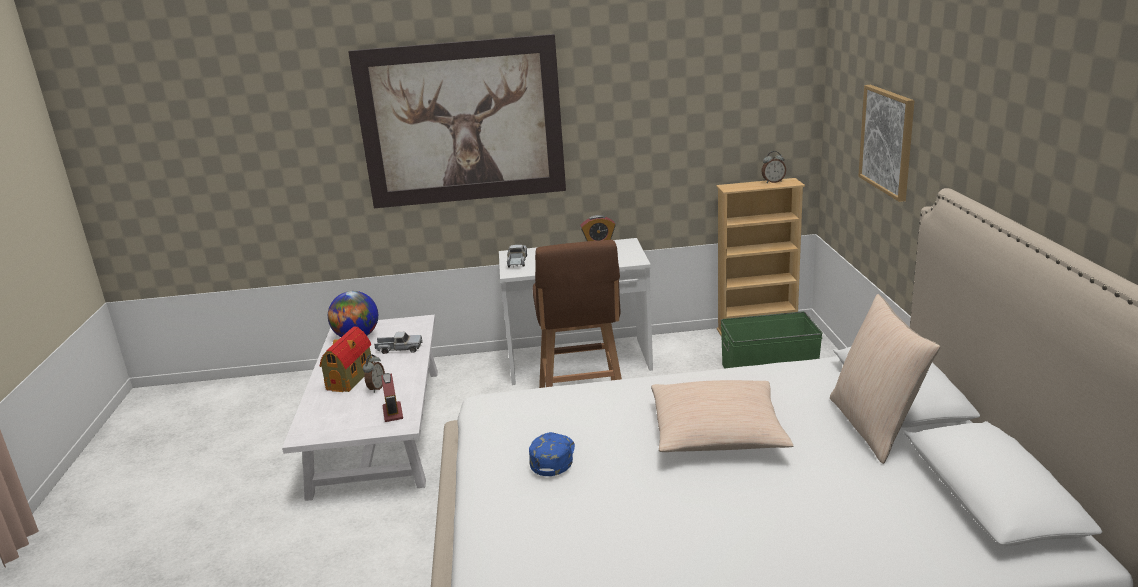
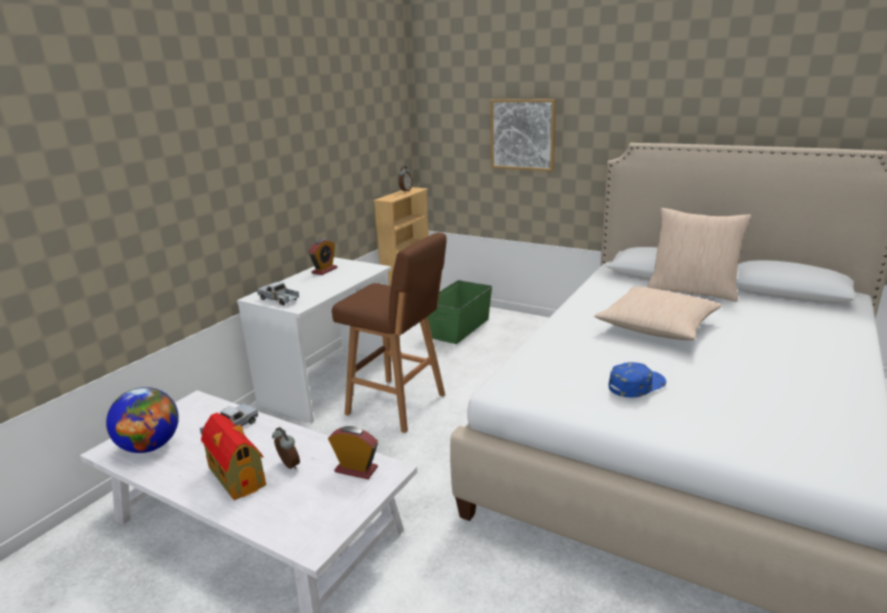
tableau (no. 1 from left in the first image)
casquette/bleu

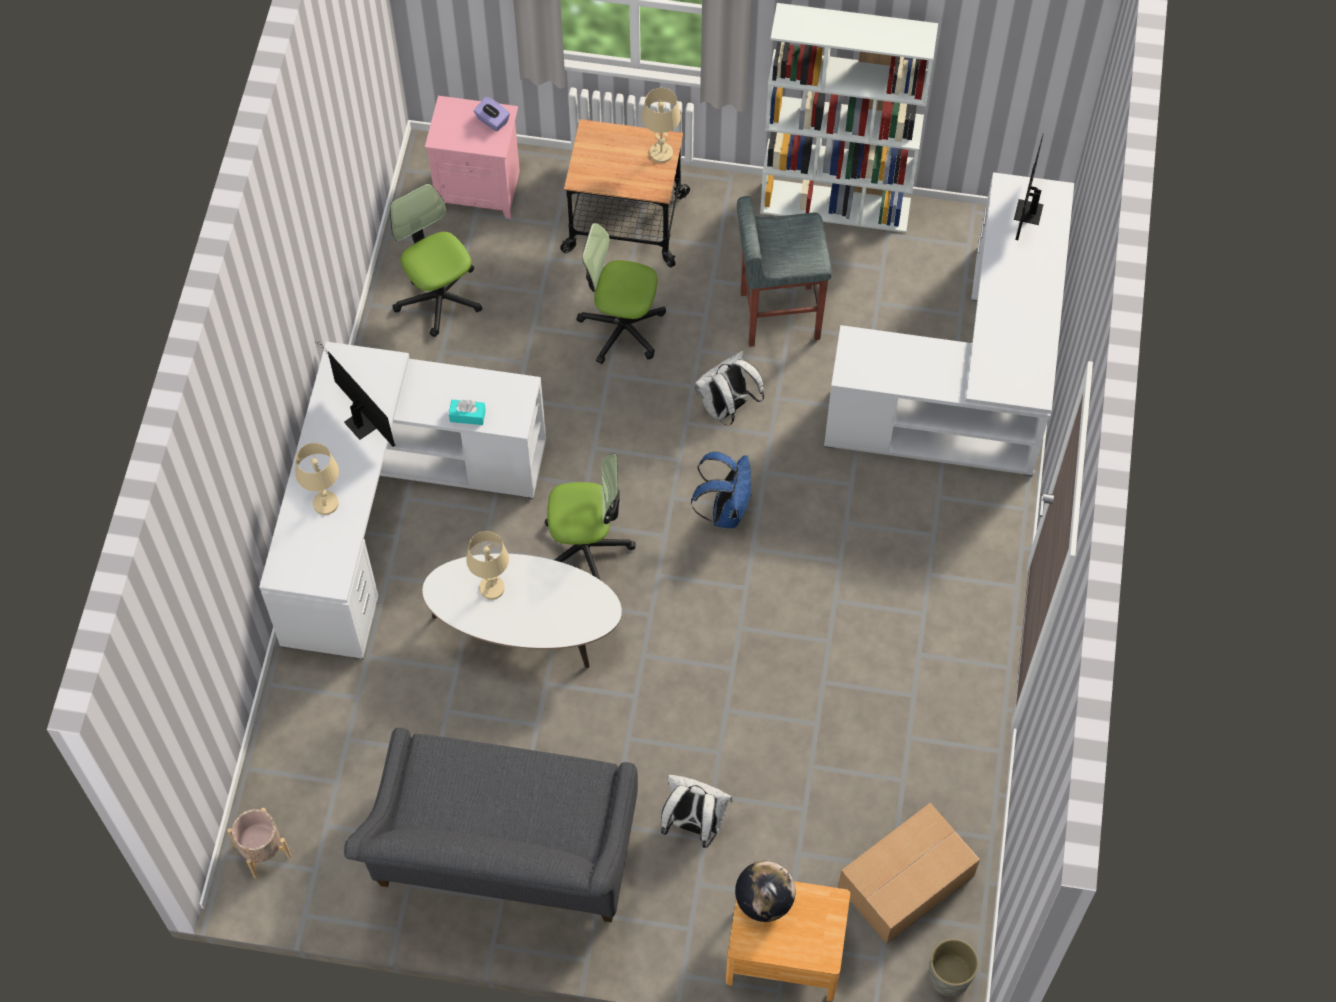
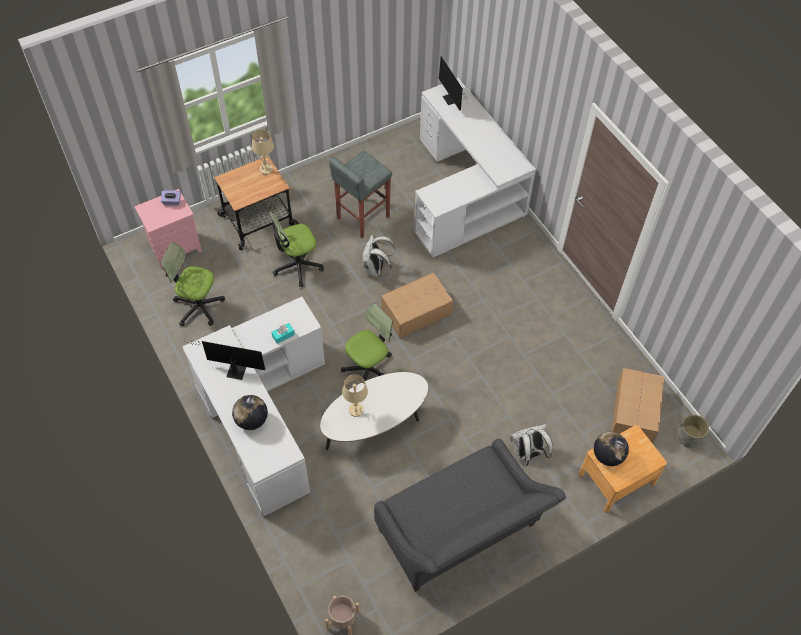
globe (no. 1 from left)
carton (no. 1 from left)
bibliothèque/blanc

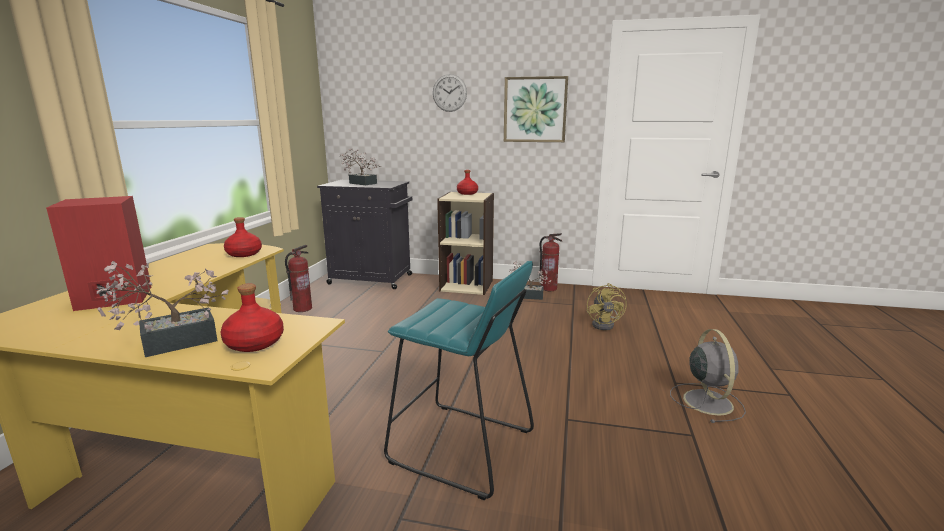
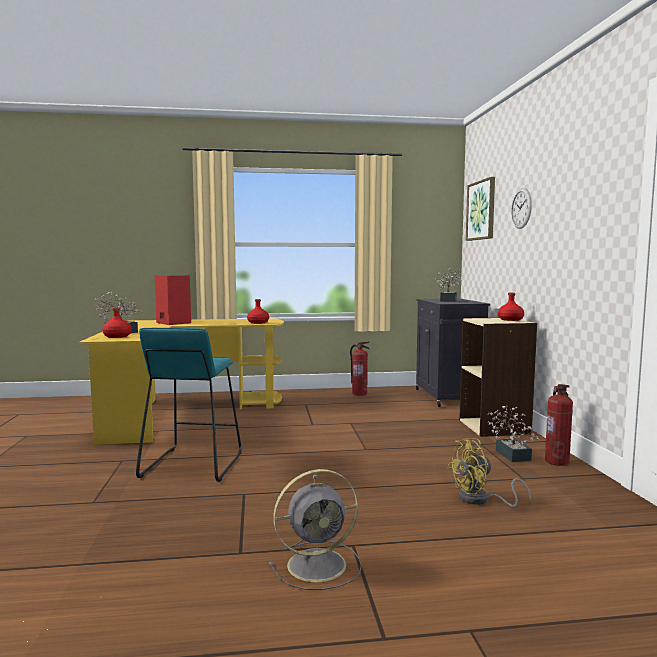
tableau

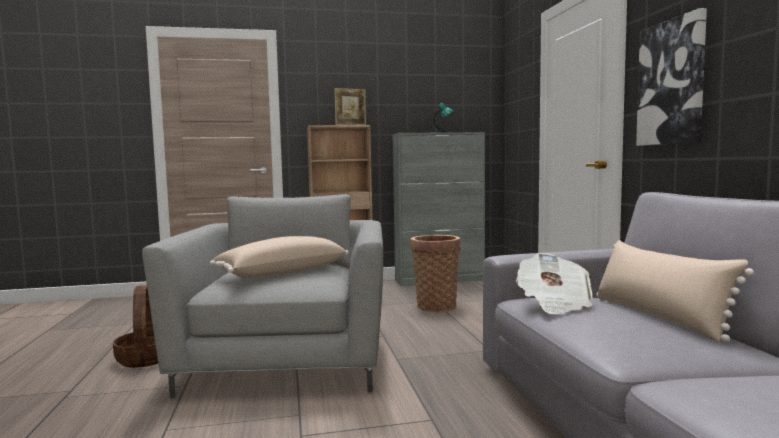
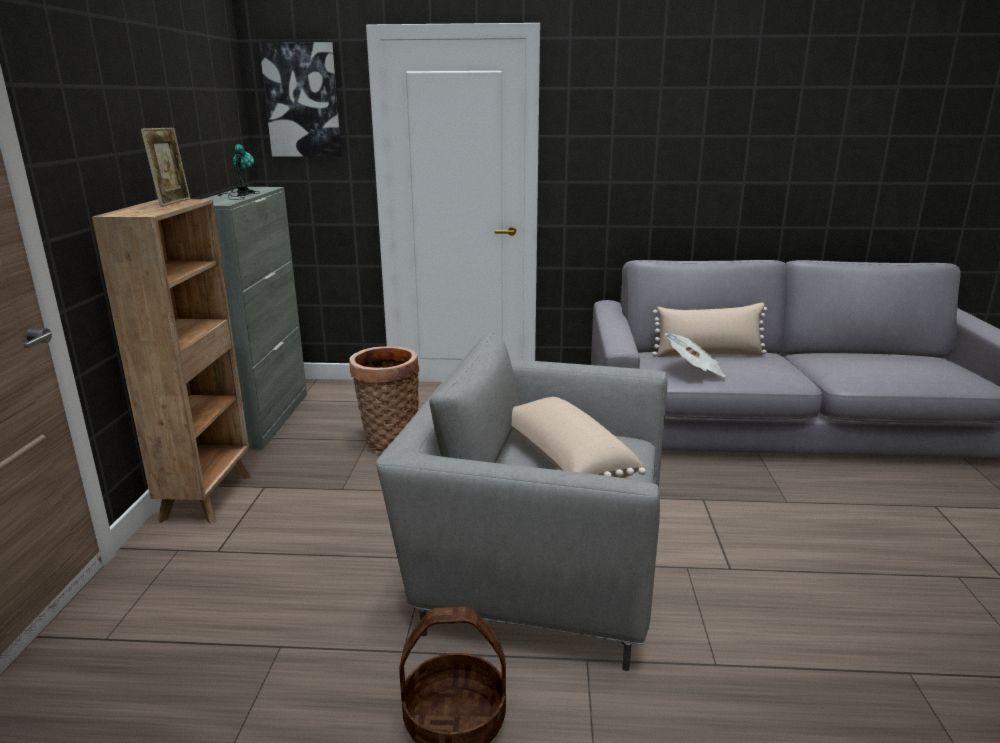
tableau

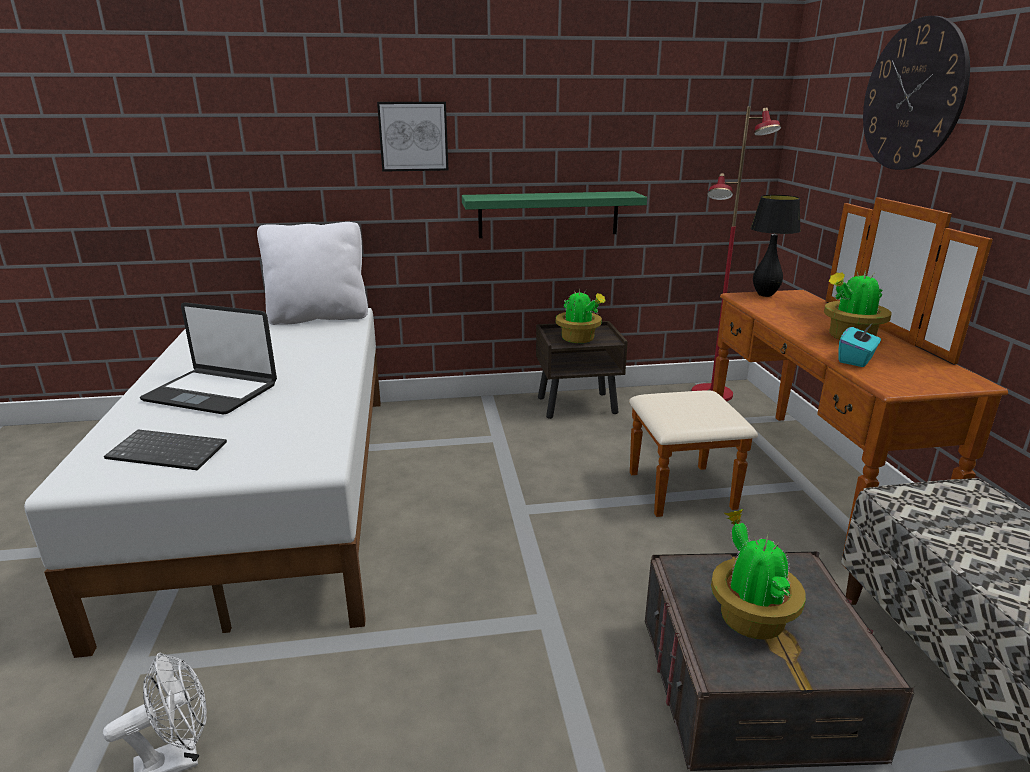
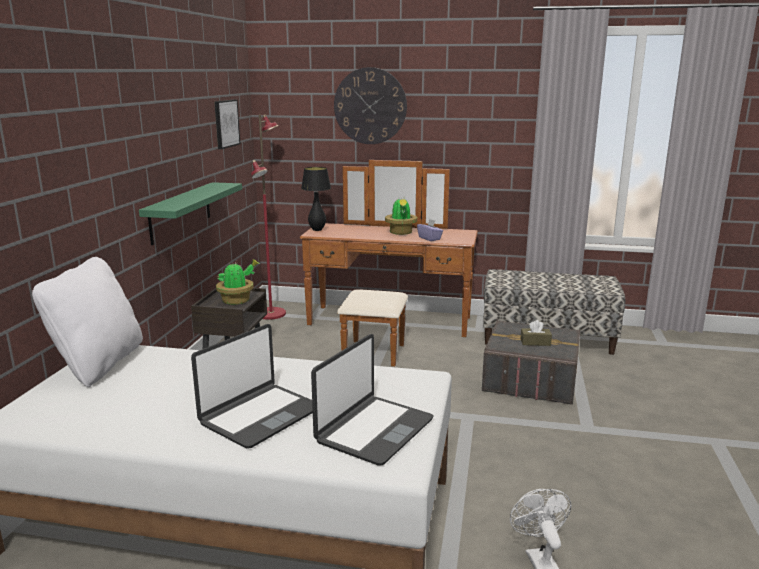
ordinateur portable (no. 2 from left)
tableau
boîte à mouchoirs/marron
boîte à mouchoirs/violet

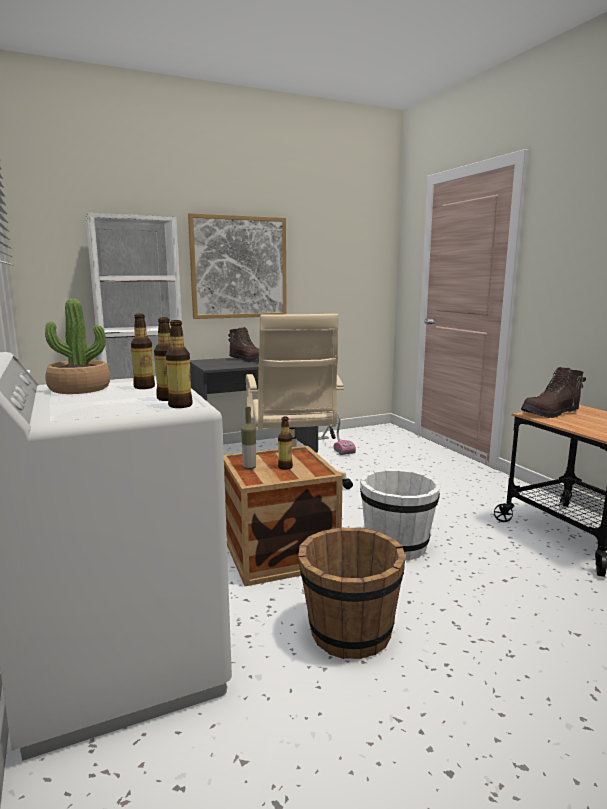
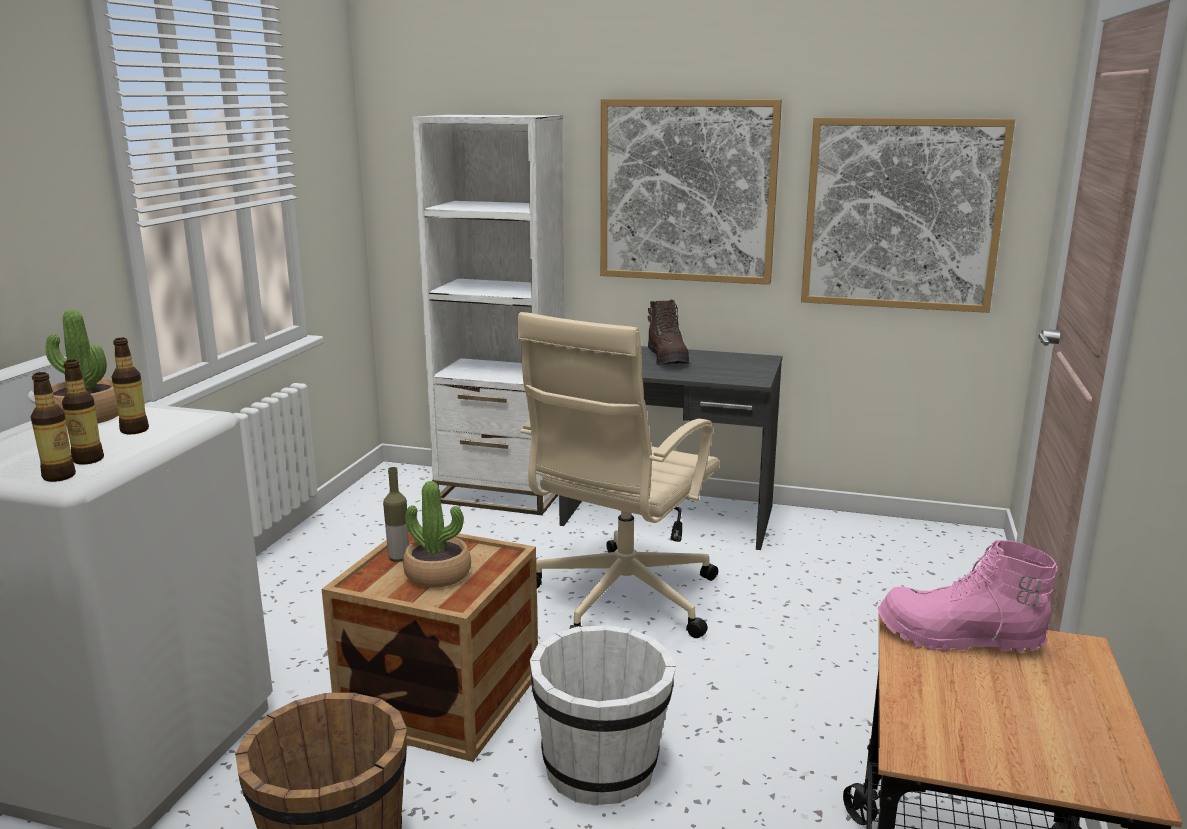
plante en pot (no. 2 from left)
aspirateur
botte/rose
tableau (no. 2 from left)

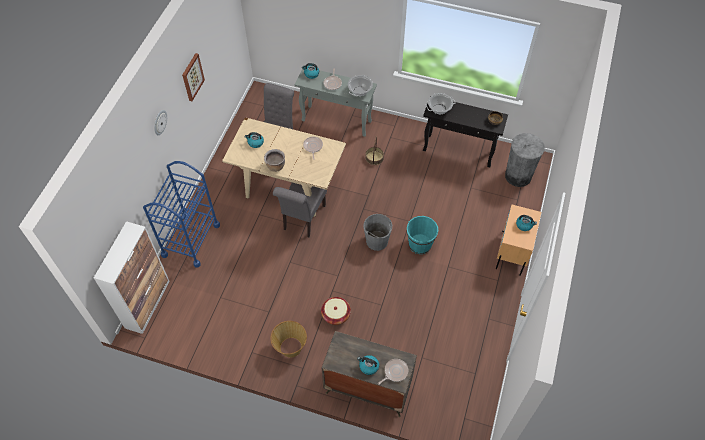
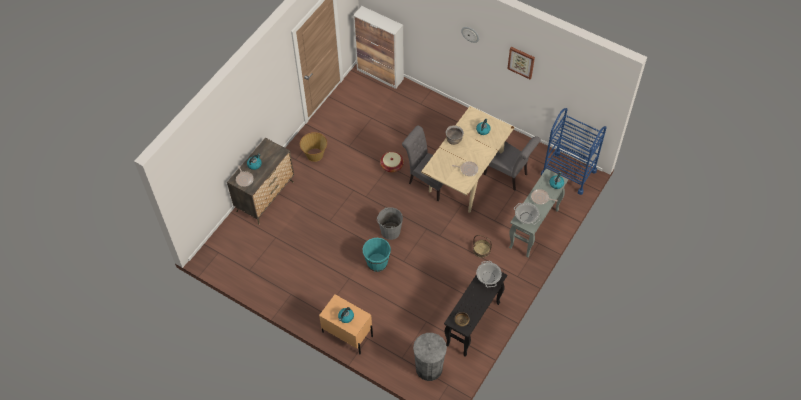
chariot/bleu
panier (no. 2 from left)

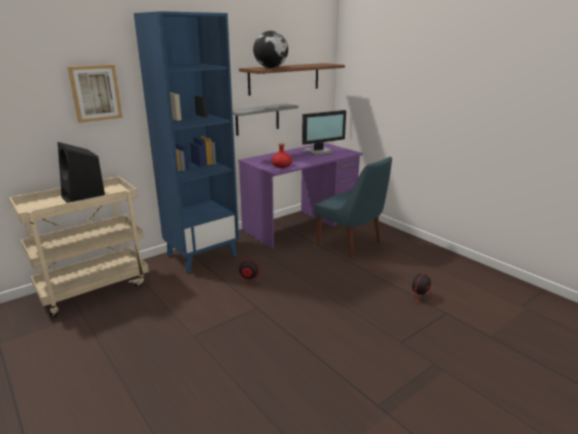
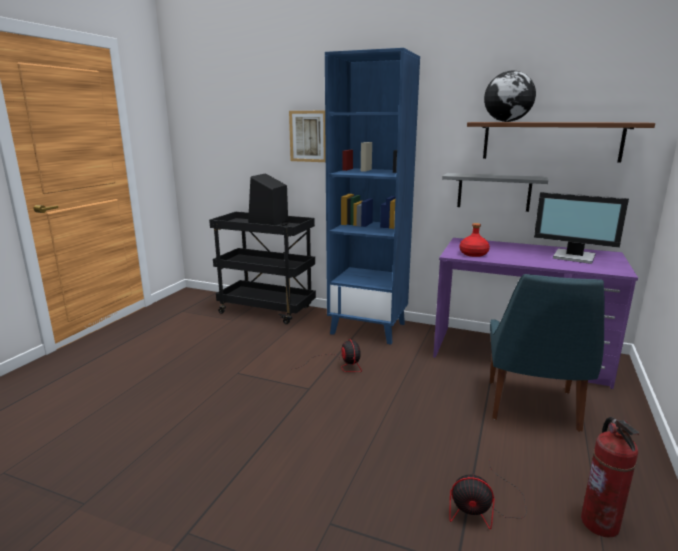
chariot/noir
extincteur

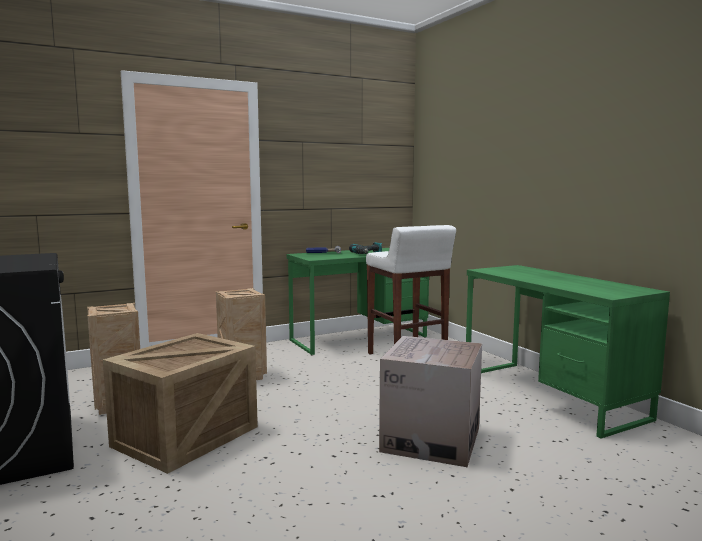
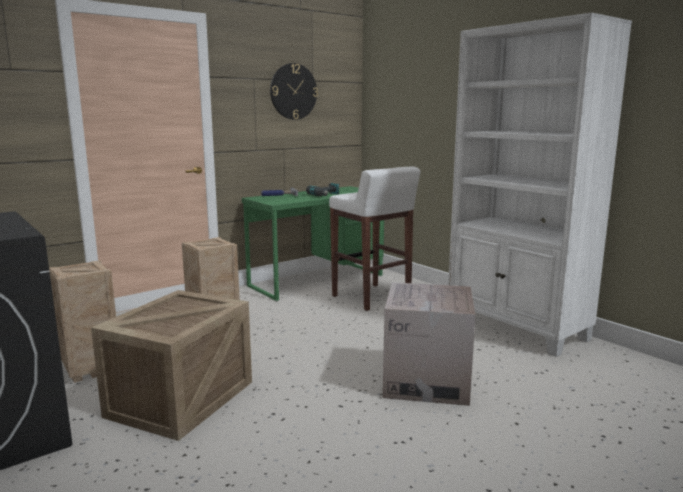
bibliothèque/blanc
horloge murale

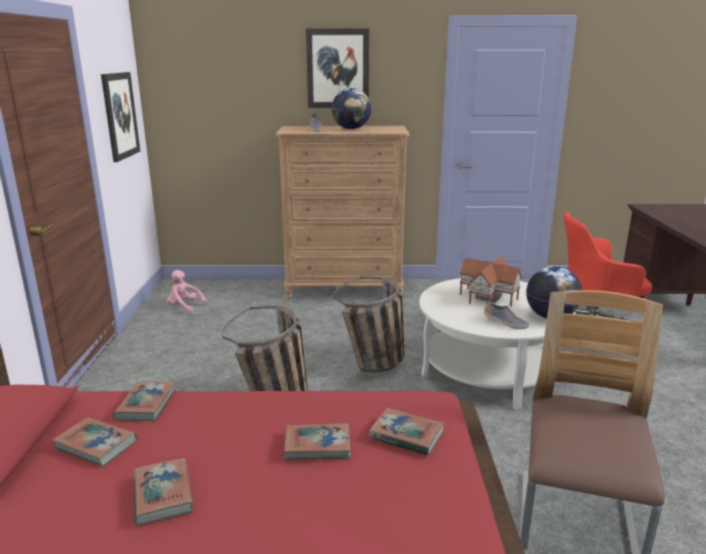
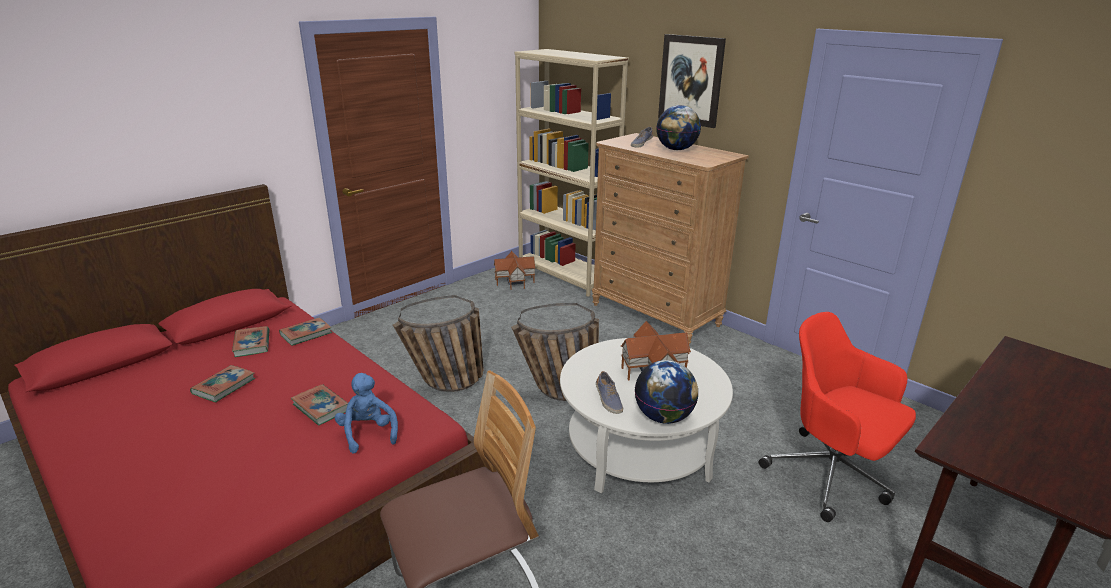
tableau (no. 1 from left in the first image)
maison miniature (no. 1 from left)
peluche/bleu
bibliothèque/beige

